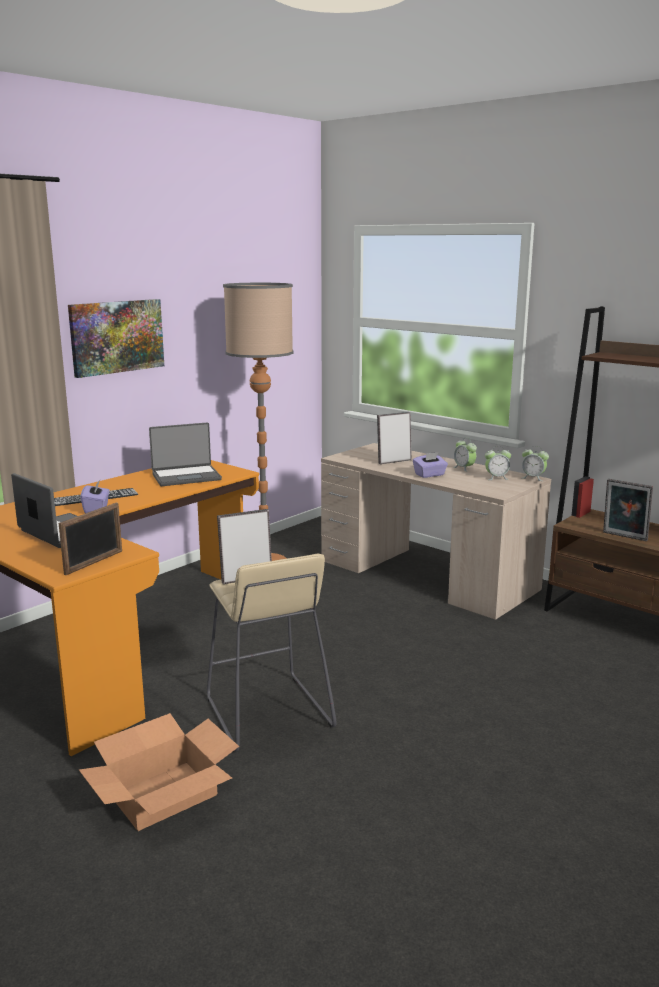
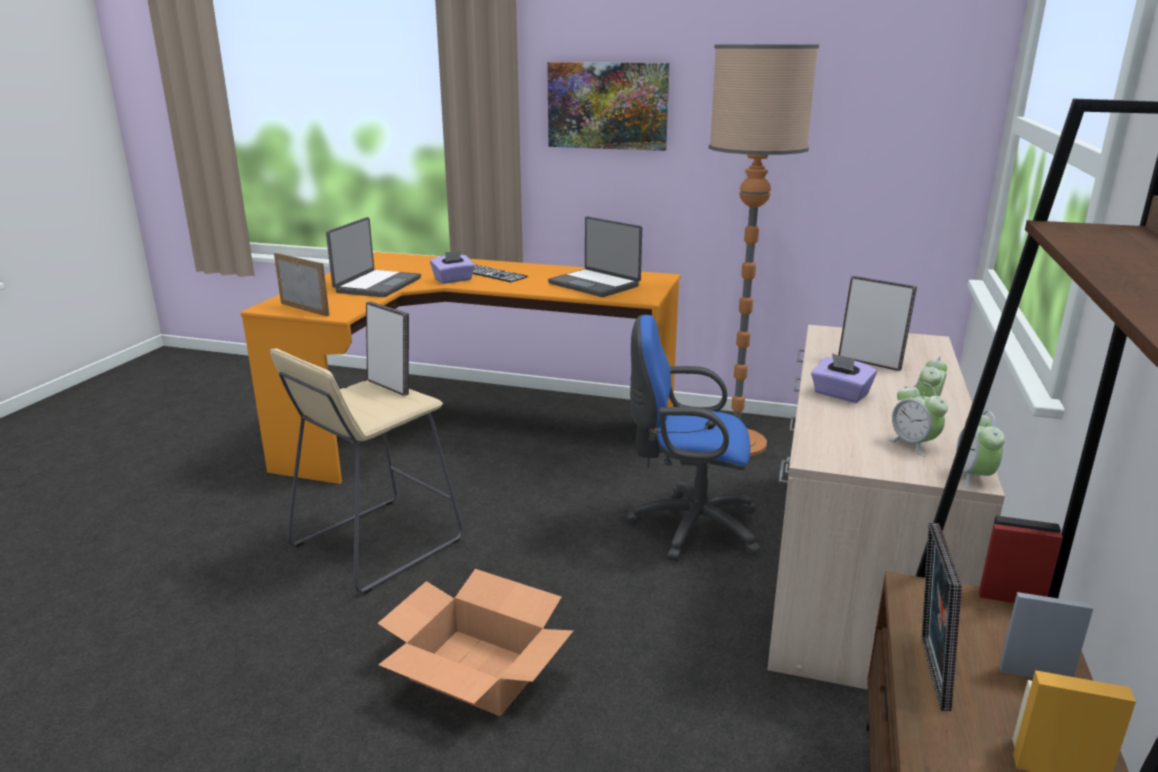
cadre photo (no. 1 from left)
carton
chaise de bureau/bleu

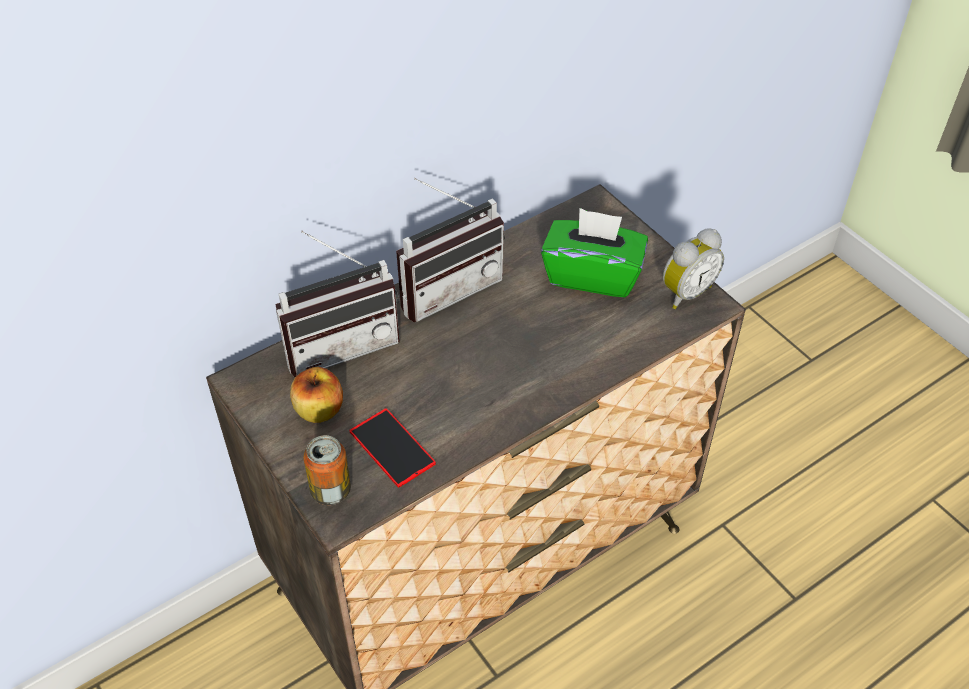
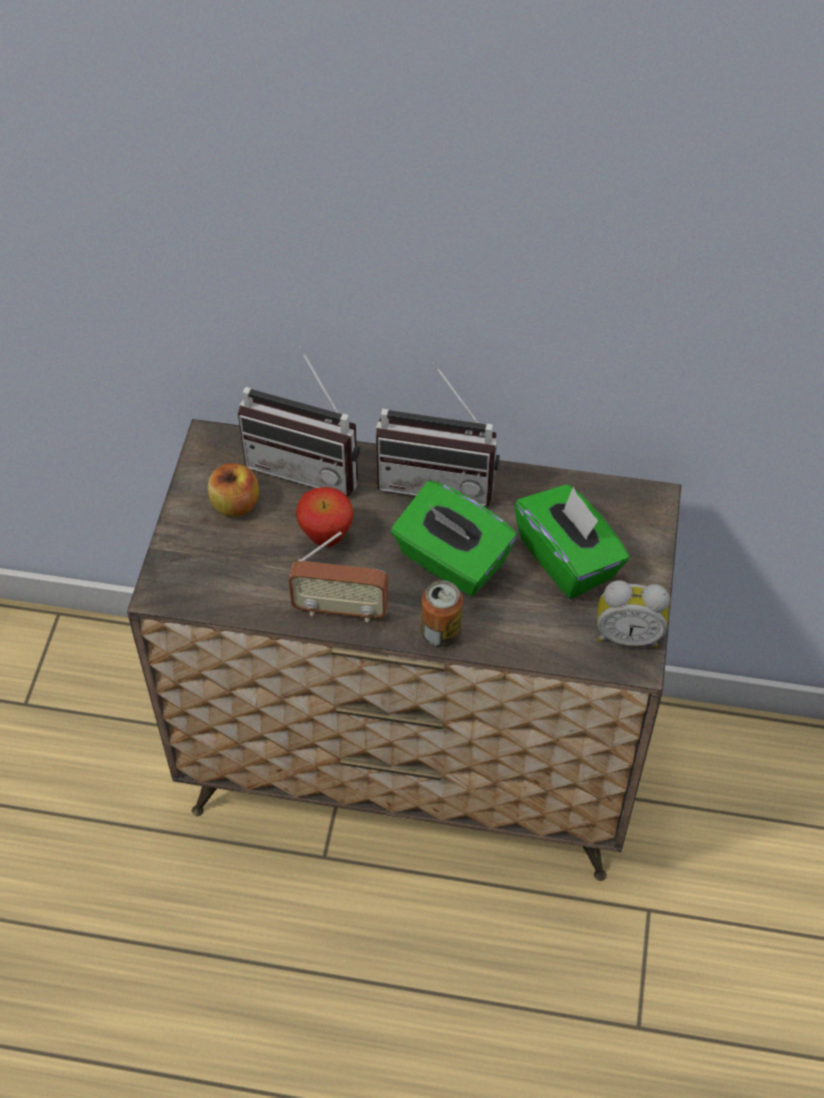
boîte métallique
téléphone
radio (no. 2 from left)
pomme (no. 2 from left)
boîte à mouchoirs/vert (no. 1 from left)

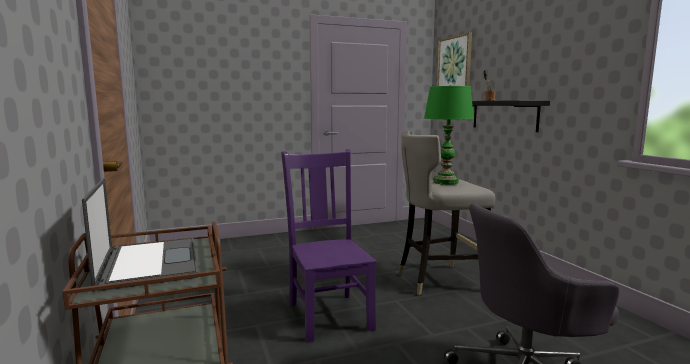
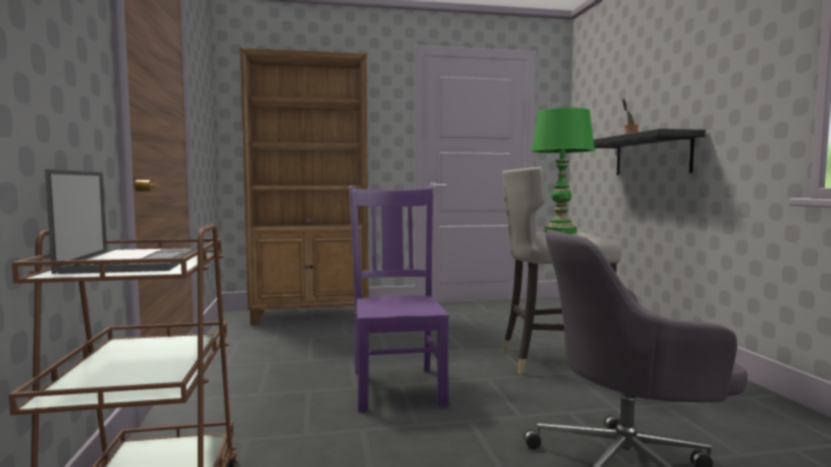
tableau
bibliothèque/marron

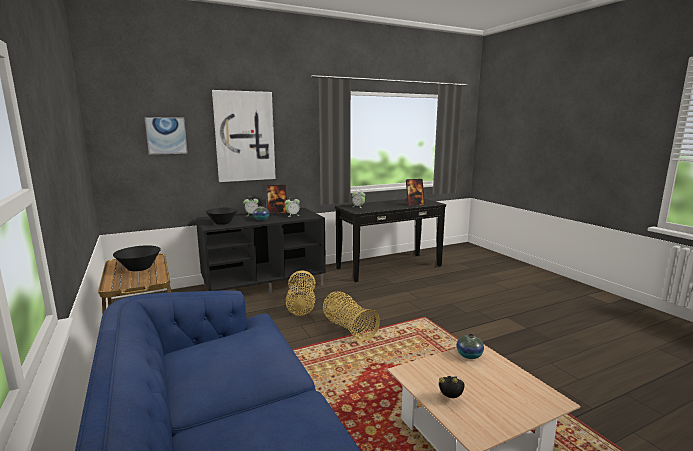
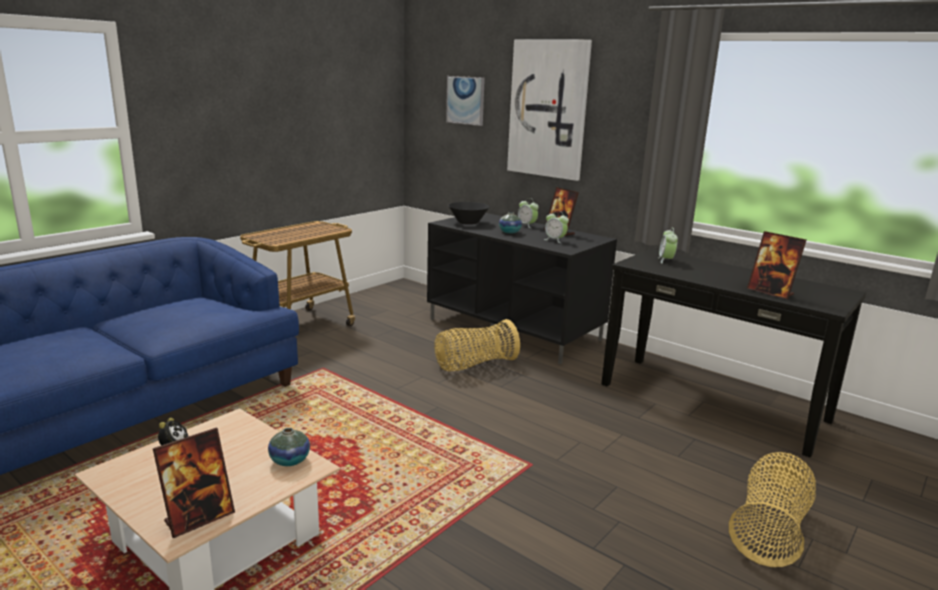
bol/noir (no. 1 from left in the first image)
panier (no. 2 from left)
cadre photo (no. 1 from left)

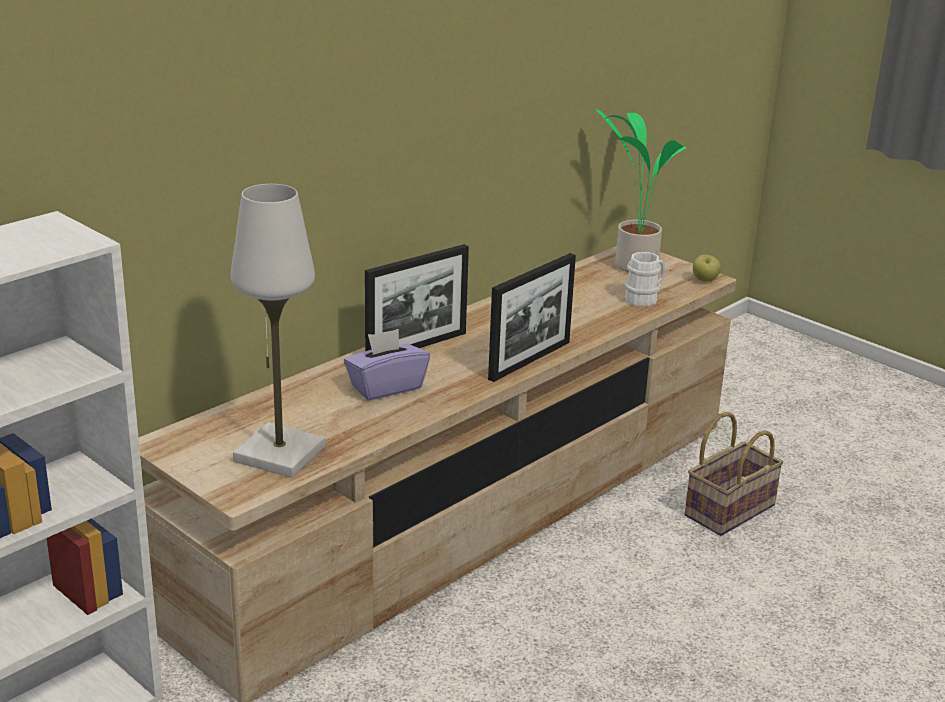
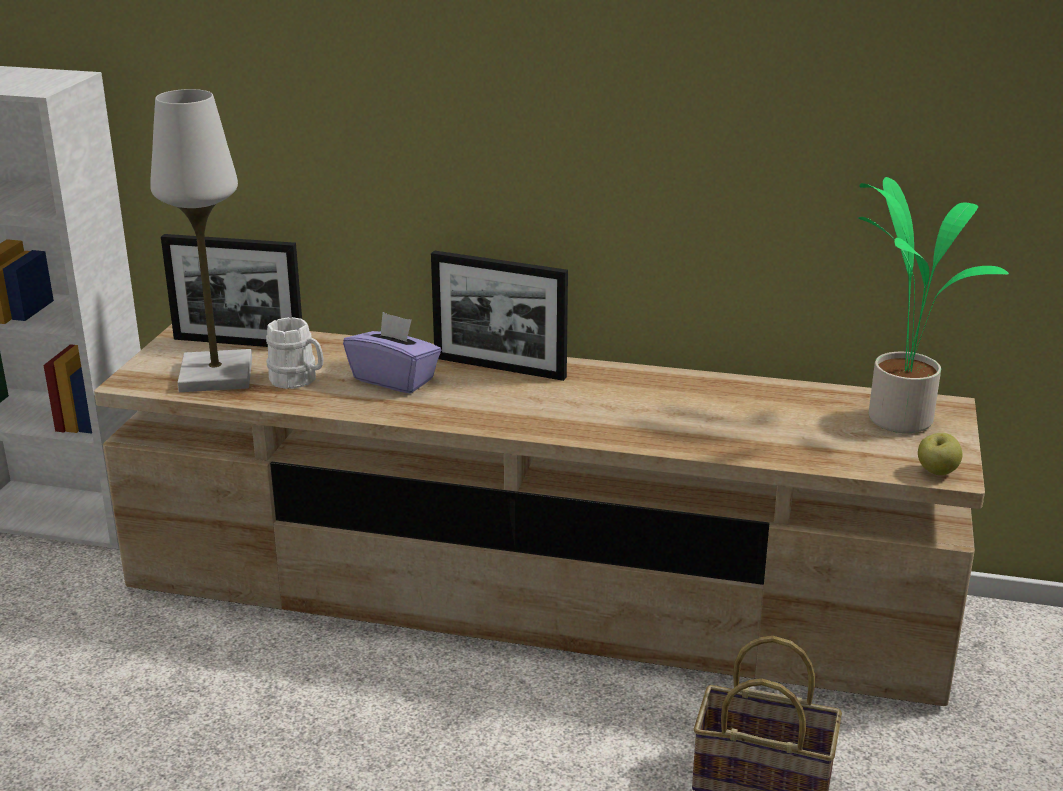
cadre photo (no. 1 from left)
mug/blanc

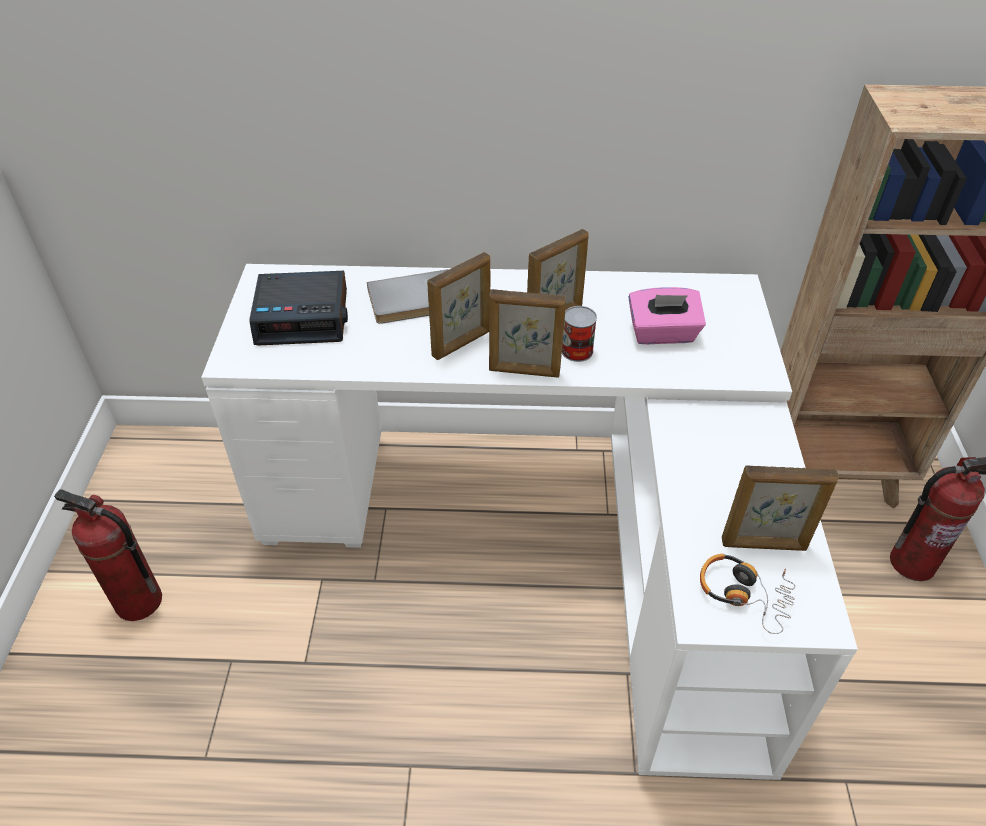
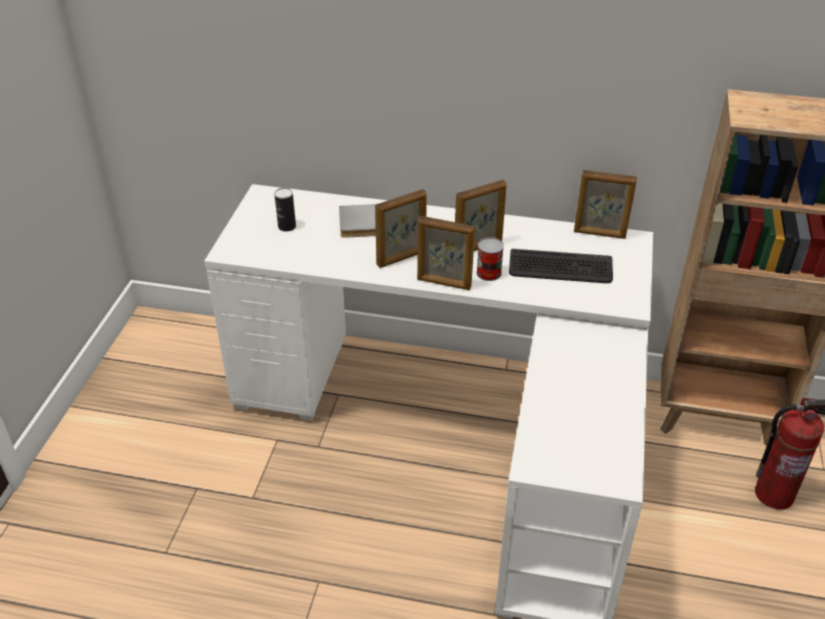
extincteur (no. 1 from left in the first image)
boîte métallique (no. 1 from left)
clavier
casque audio
cadre photo (no. 4 from left)

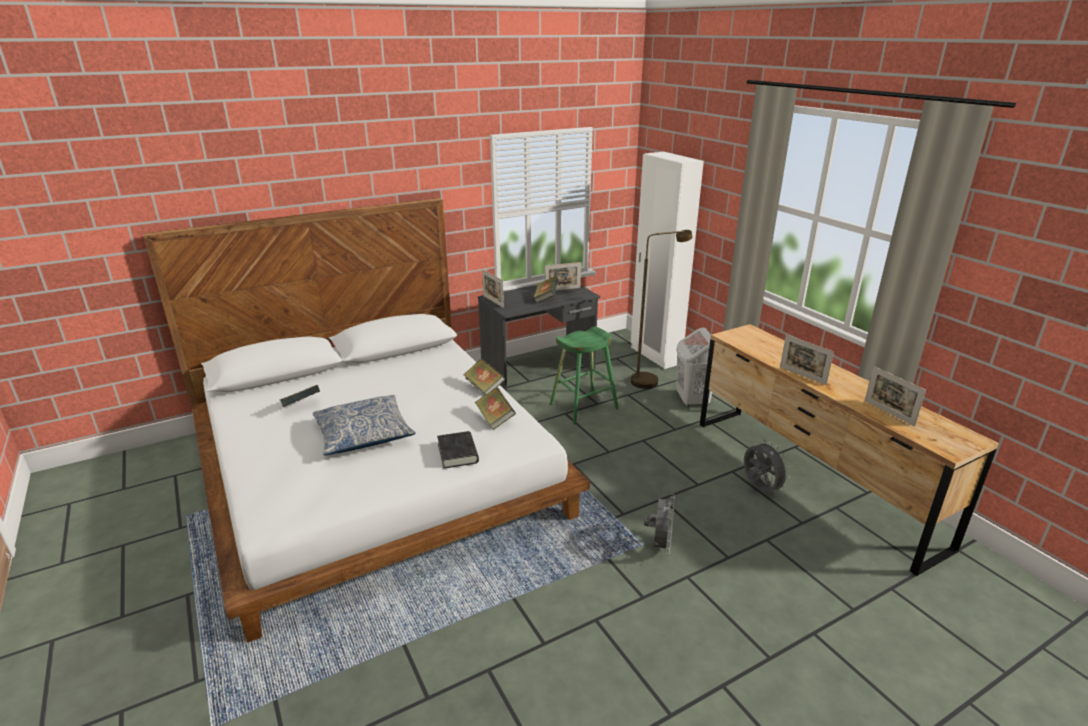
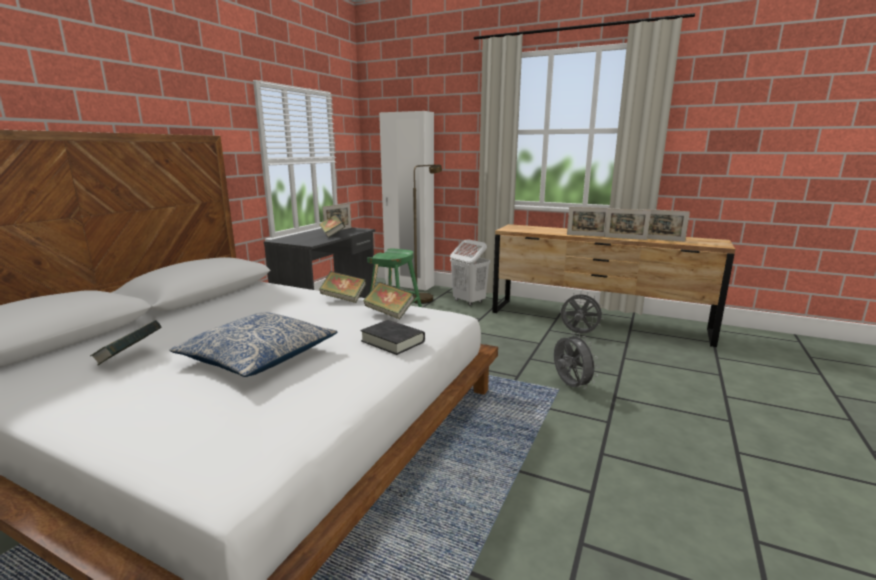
cadre photo (no. 3 from left)

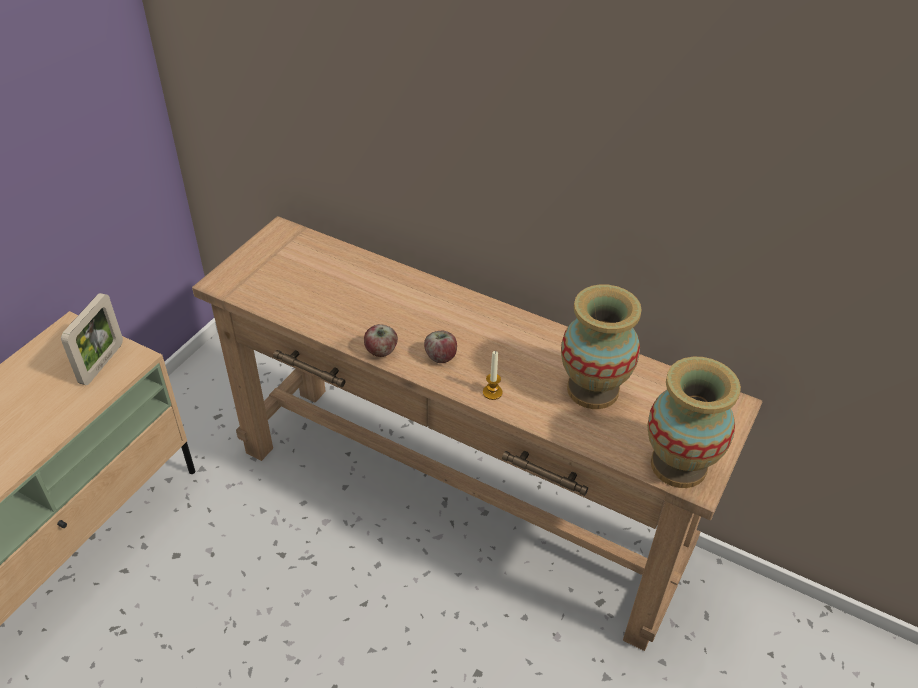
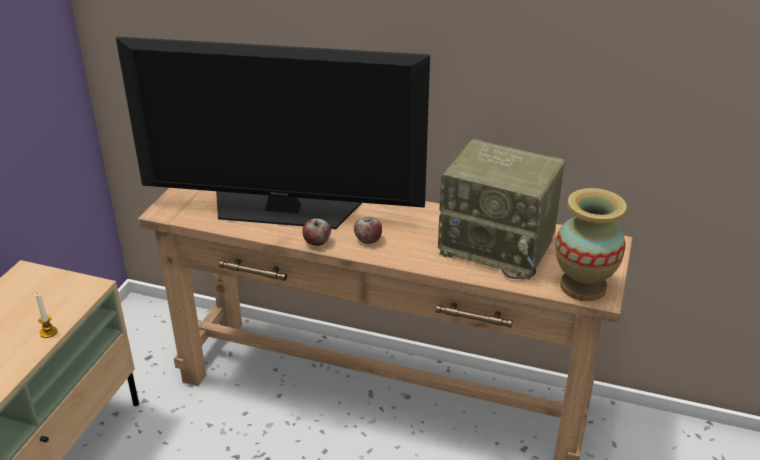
cadre photo
bougie
radio
téléviseur

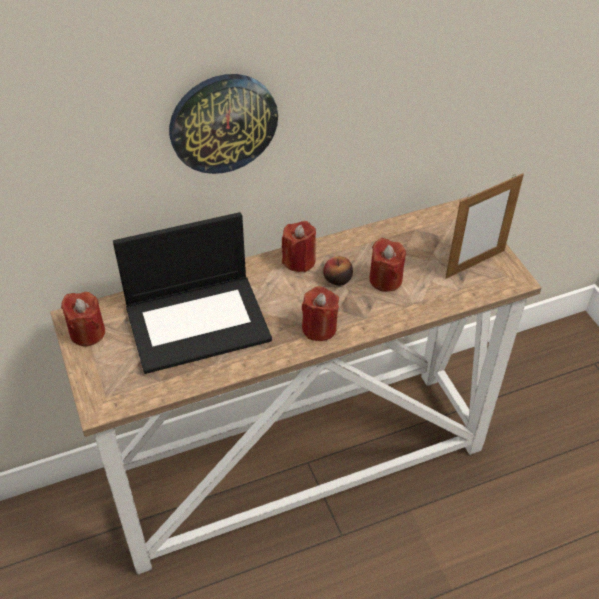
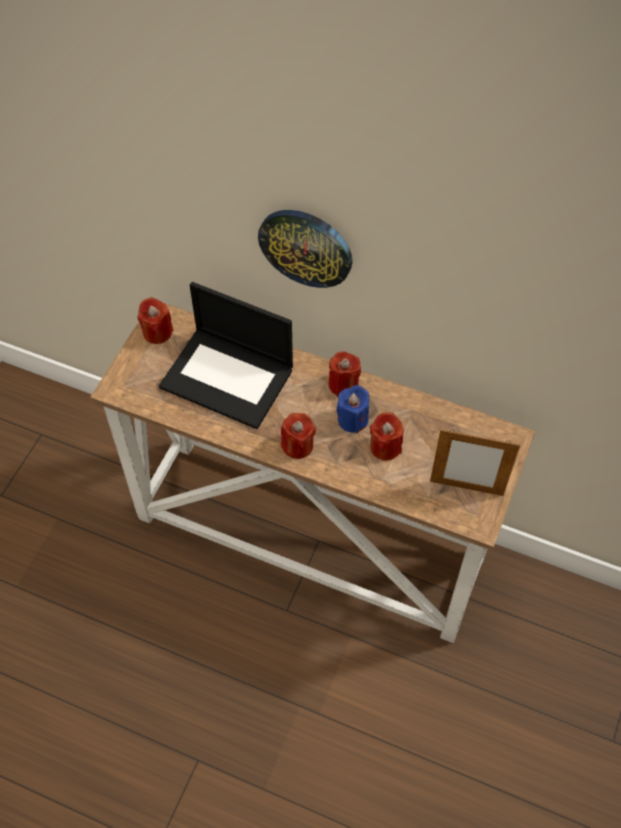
bougie/bleu

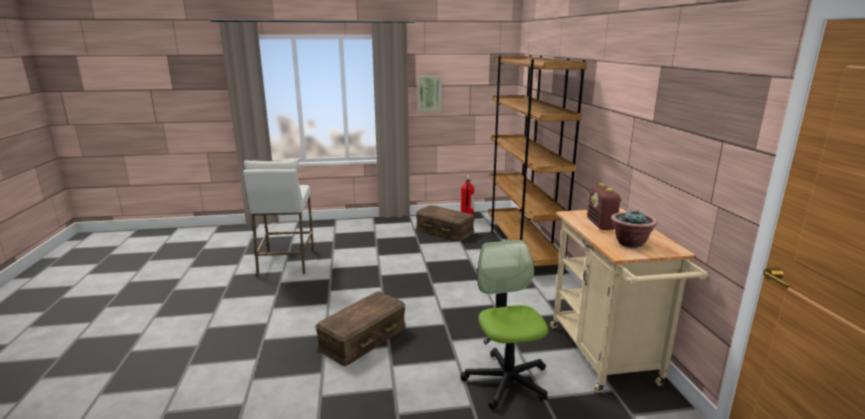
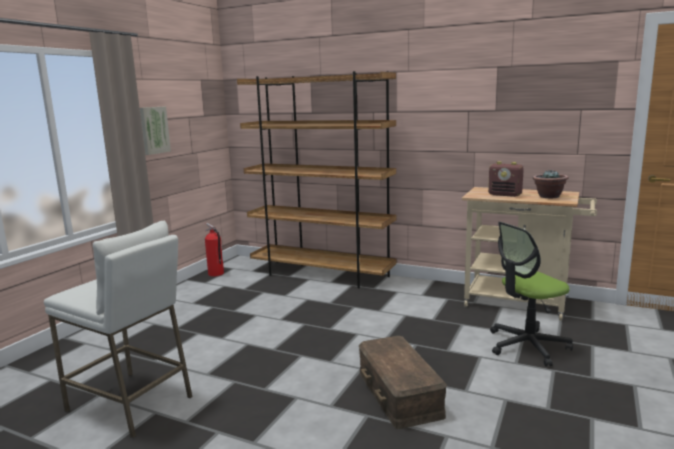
boîte de rangement/marron (no. 2 from left in the first image)
chaise de bureau

